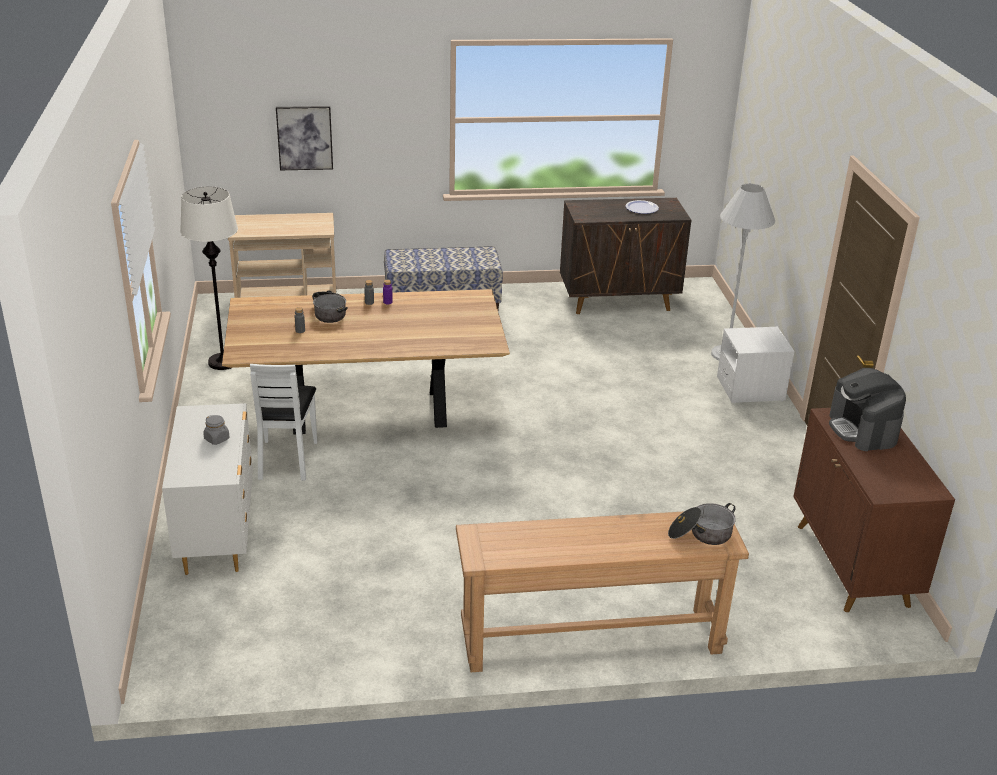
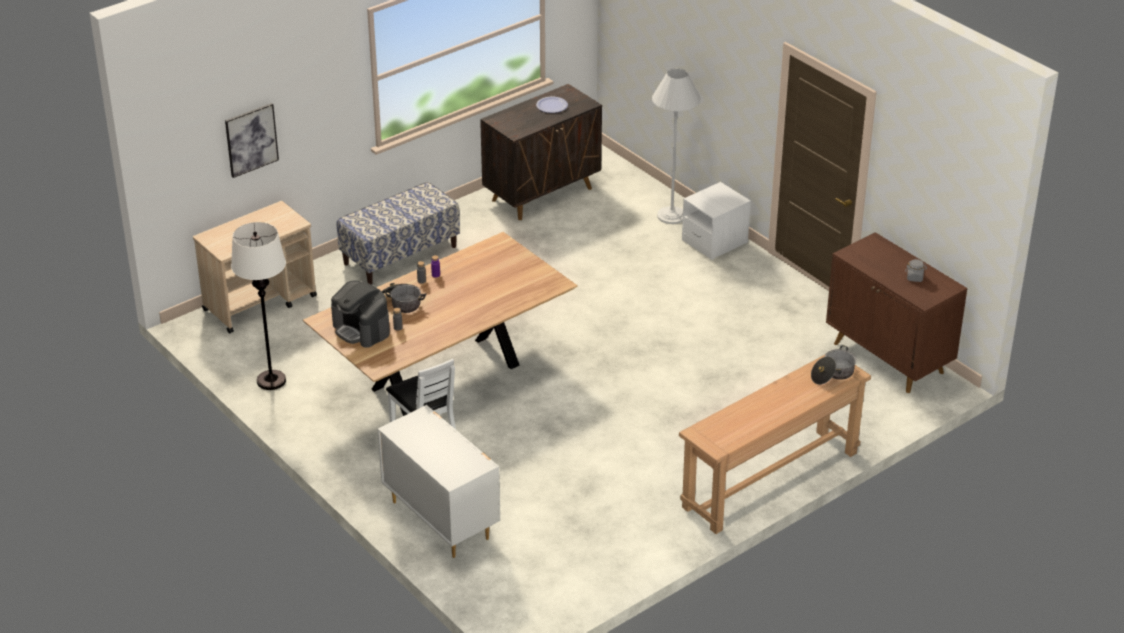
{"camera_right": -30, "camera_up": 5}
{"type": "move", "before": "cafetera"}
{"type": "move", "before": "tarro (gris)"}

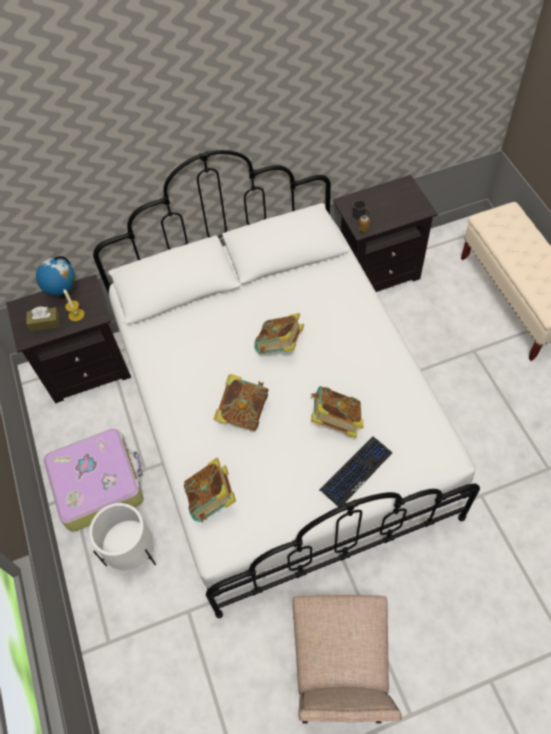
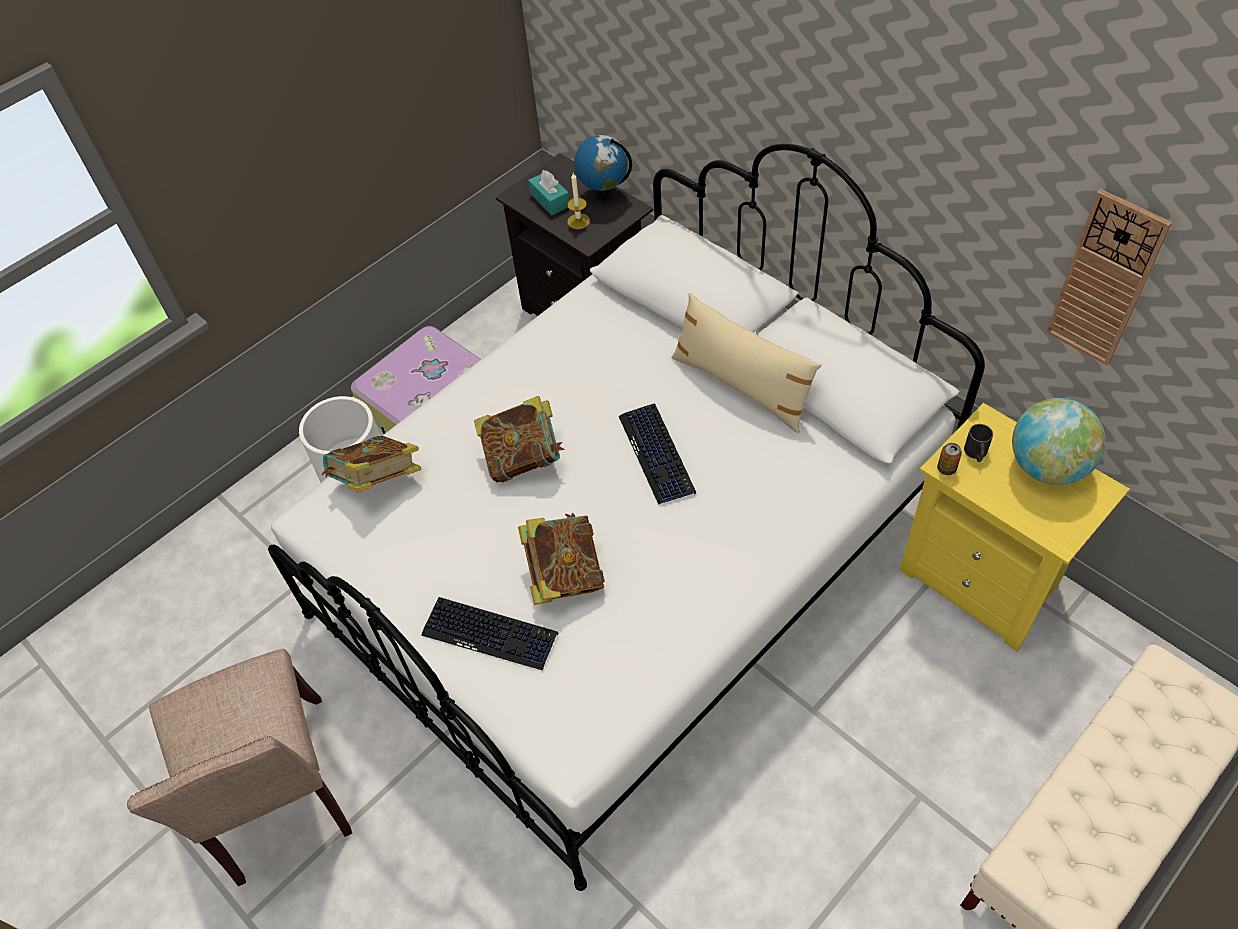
{"camera_right": 65, "camera_up": -5}
{"type": "rotate", "before": "silla (beis)", "turn": -90}
{"type": "recolor", "before": "caja de pañuelos (marrón)", "after": "caja de pañuelos (turquesa)"}
{"type": "replace", "before": "libro (3rd from left)", "after": "teclado (2nd from left)"}
{"type": "insert", "after": "cojín (beis)"}
{"type": "recolor", "before": "mesita de noche (negro) (2nd from left)", "after": "mesita de noche (amarillo)"}
{"type": "insert", "after": "globo terráqueo (2nd from left)"}
{"type": "insert", "after": "reloj de pared"}

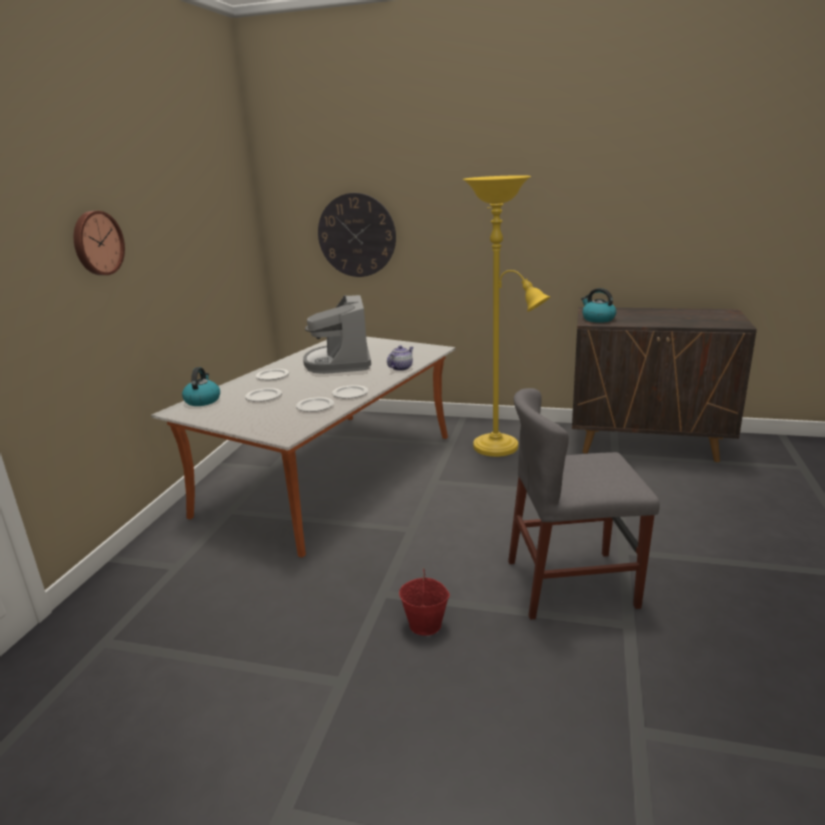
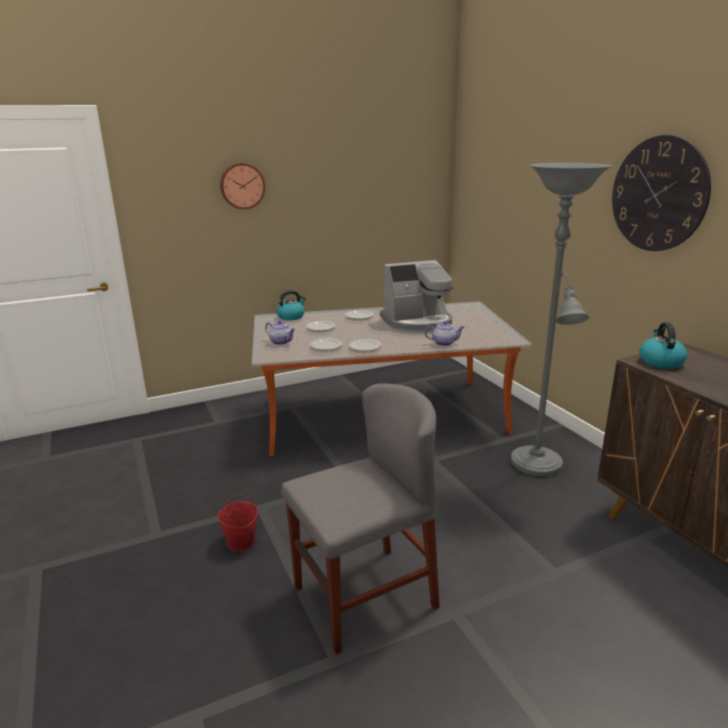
{"camera_right": 50, "camera_up": 0}
{"type": "insert", "after": "tetera (1st from left)"}
{"type": "rotate", "before": "silla (gris)", "turn": 105}
{"type": "rotate", "before": "cafetera", "turn": -150}
{"type": "recolor", "before": "lámpara de pie (amarillo)", "after": "lámpara de pie (gris)"}
{"type": "move", "before": "reloj de pared (2nd from left)"}

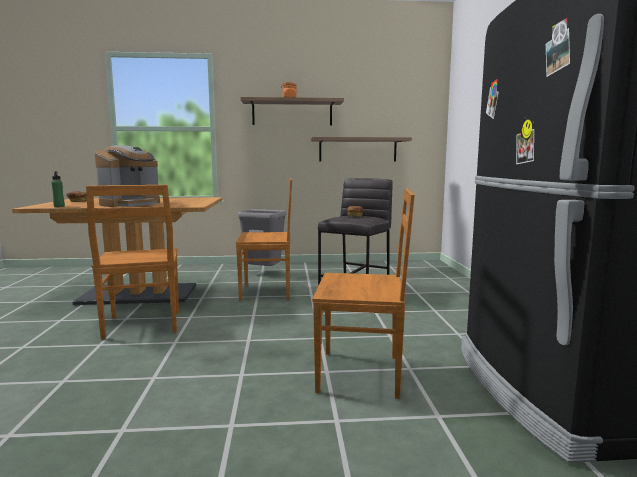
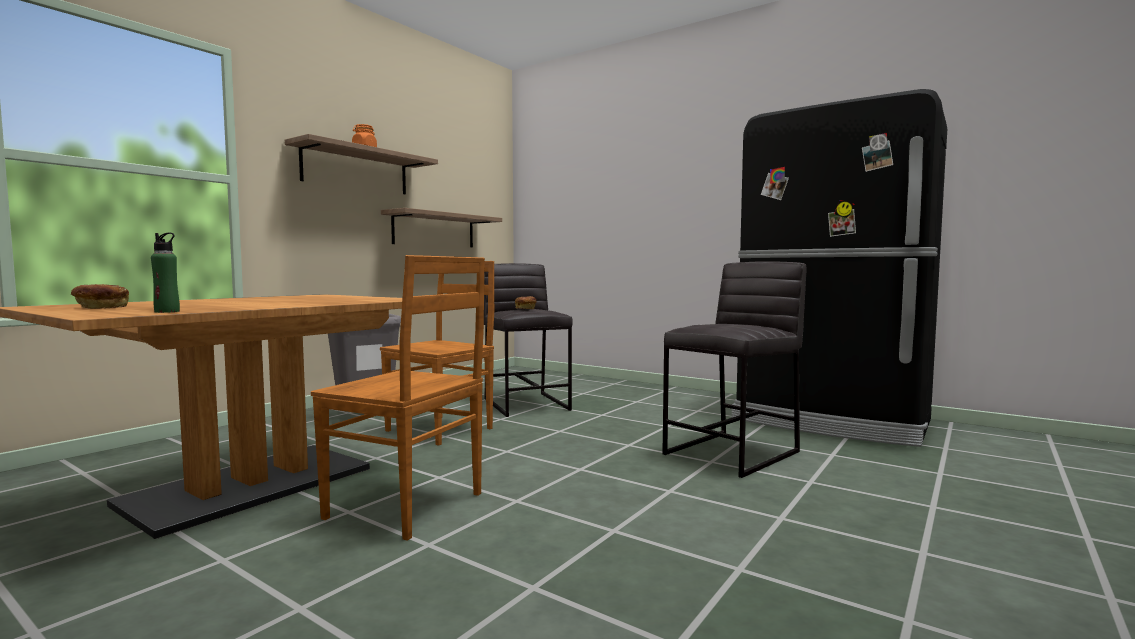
{"camera_right": -50, "camera_up": -5}
{"type": "replace", "before": "silla (marrón) (3rd from left)", "after": "taburete (gris) (2nd from left)"}
{"type": "delete", "before": "cafetera"}

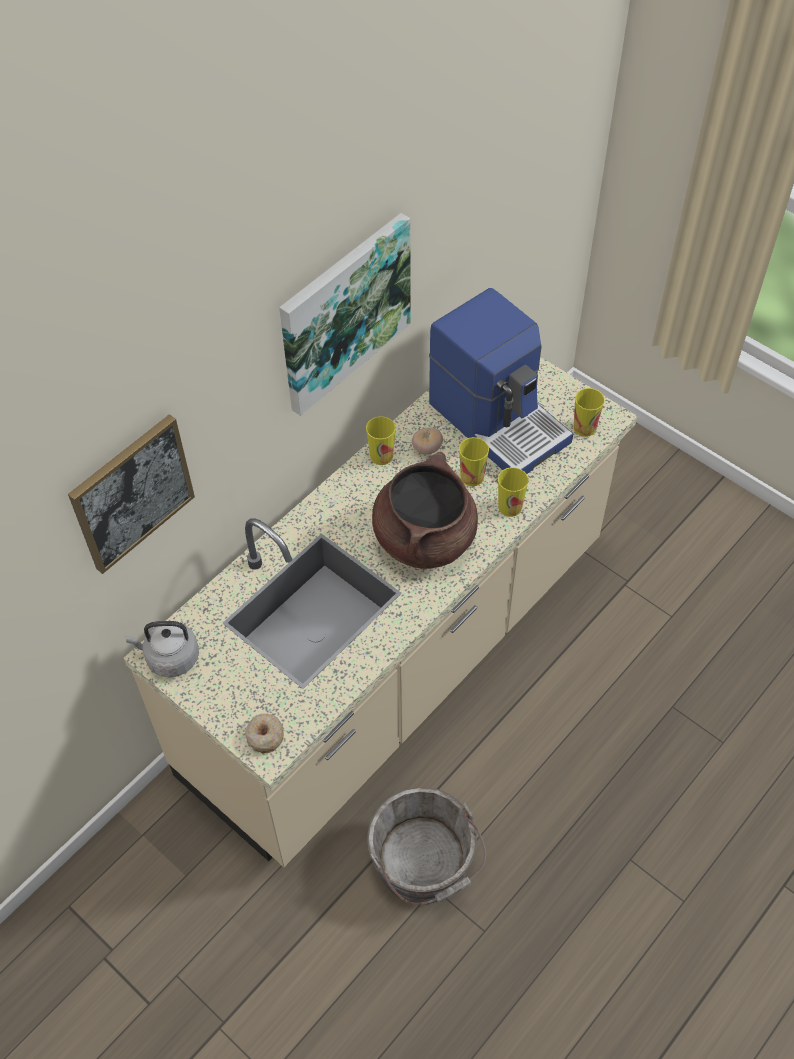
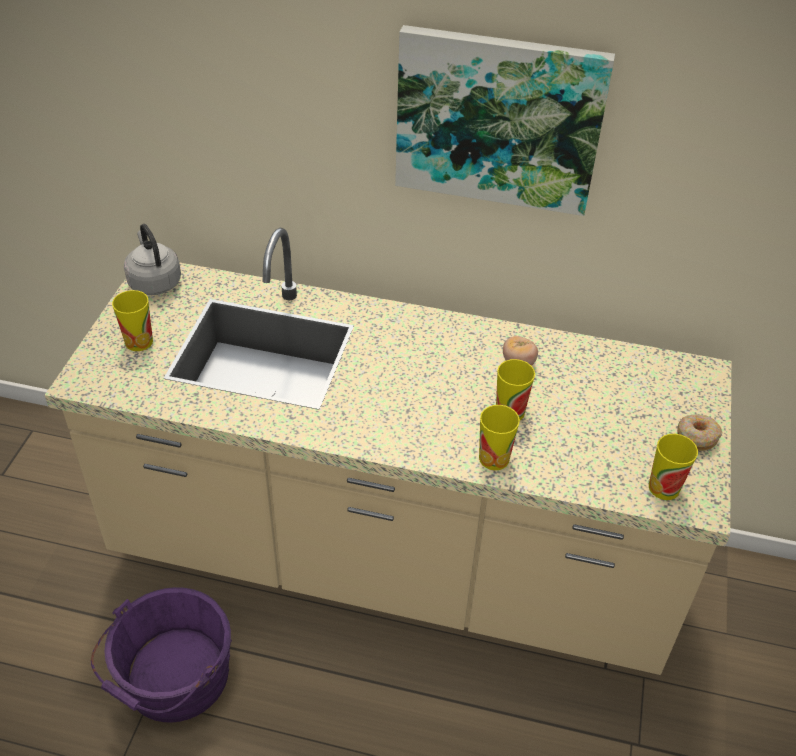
{"camera_right": 60, "camera_up": -10}
{"type": "recolor", "before": "cubo (gris)", "after": "cubo (morado)"}
{"type": "move", "before": "taza (1st from left)"}
{"type": "move", "before": "rosquilla"}
{"type": "delete", "before": "cuadro (1st from left)"}
{"type": "delete", "before": "olla (marrón)"}
{"type": "delete", "before": "cafetera"}

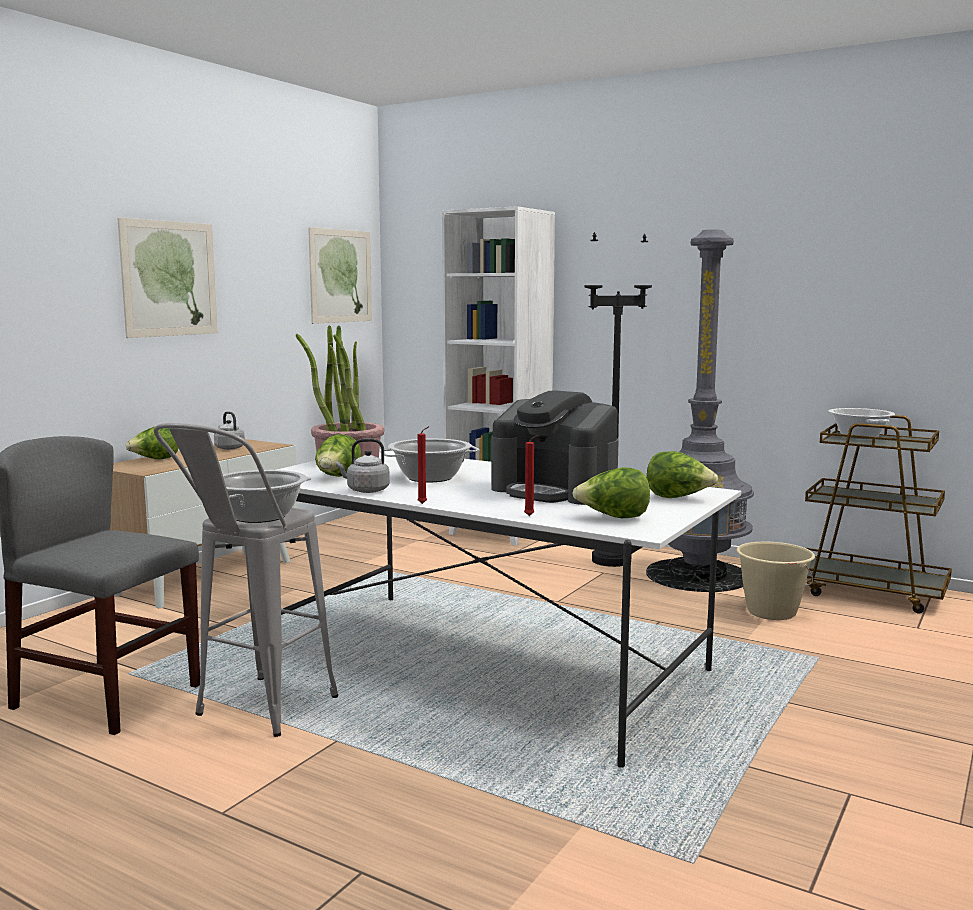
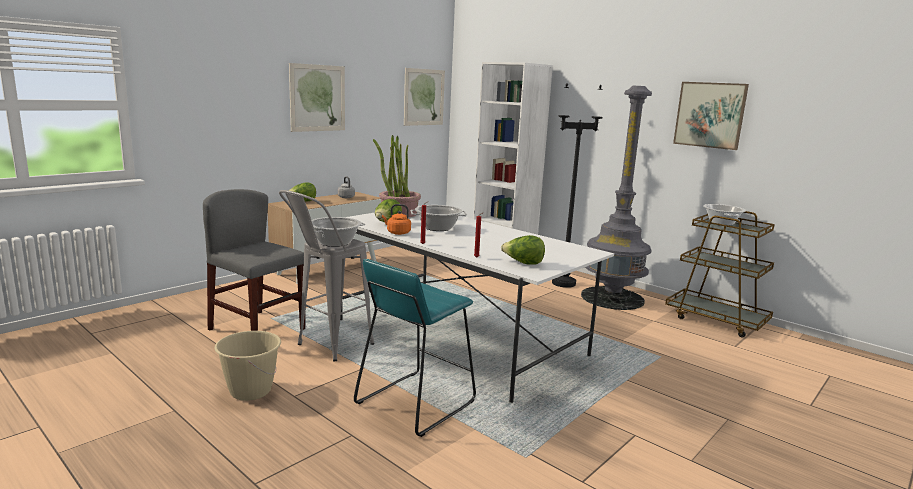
{"camera_right": 10, "camera_up": 5}
{"type": "move", "before": "cubo (beis)"}
{"type": "insert", "after": "taburete (turquesa)"}
{"type": "recolor", "before": "hervidor (gris) (2nd from left)", "after": "hervidor (naranja)"}
{"type": "insert", "after": "cuadro (3rd from left)"}
{"type": "delete", "before": "cafetera"}
{"type": "delete", "before": "lechuga (4th from left)"}

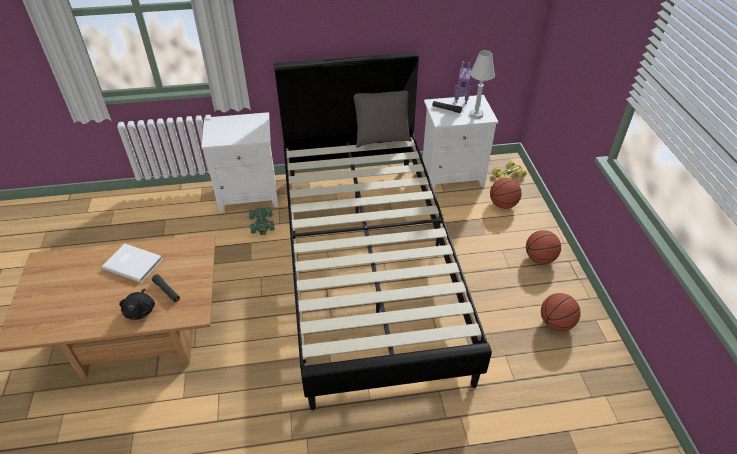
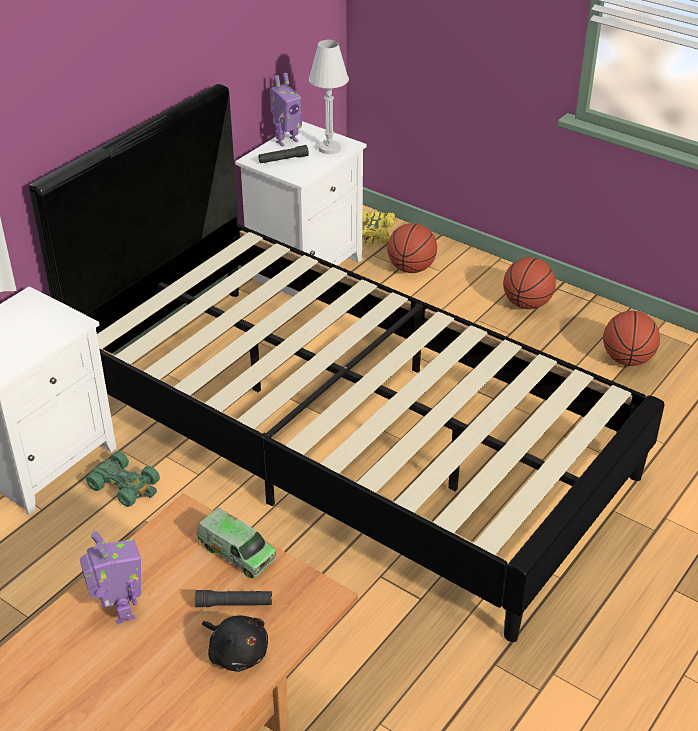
{"camera_right": -45, "camera_up": -5}
{"type": "replace", "before": "libro (blanco)", "after": "robot de juguete (1st from left)"}
{"type": "insert", "after": "camión de juguete"}
{"type": "delete", "before": "cojín (gris)"}

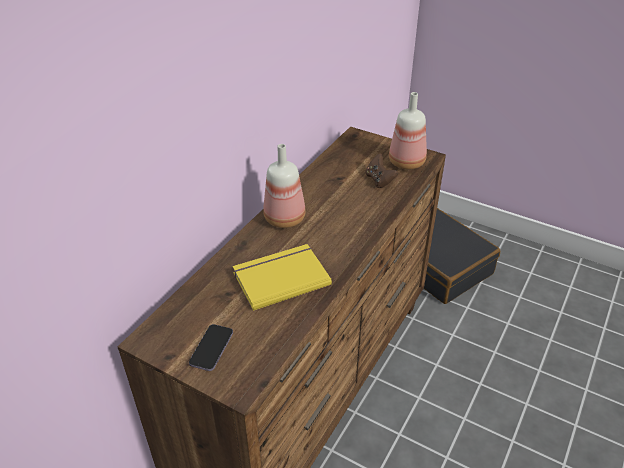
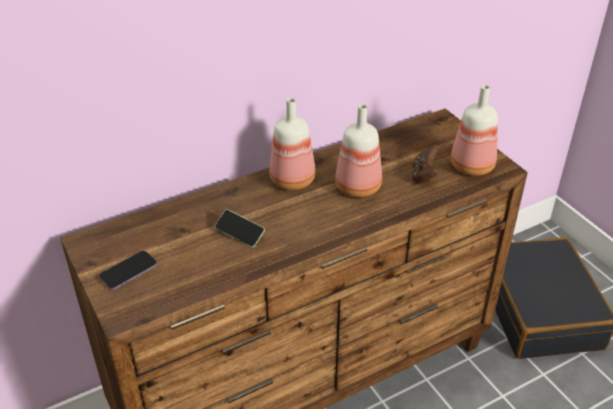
{"camera_right": 30, "camera_up": 0}
{"type": "replace", "before": "libro (amarillo)", "after": "móvil (2nd from left)"}
{"type": "insert", "after": "botella (2nd from left)"}

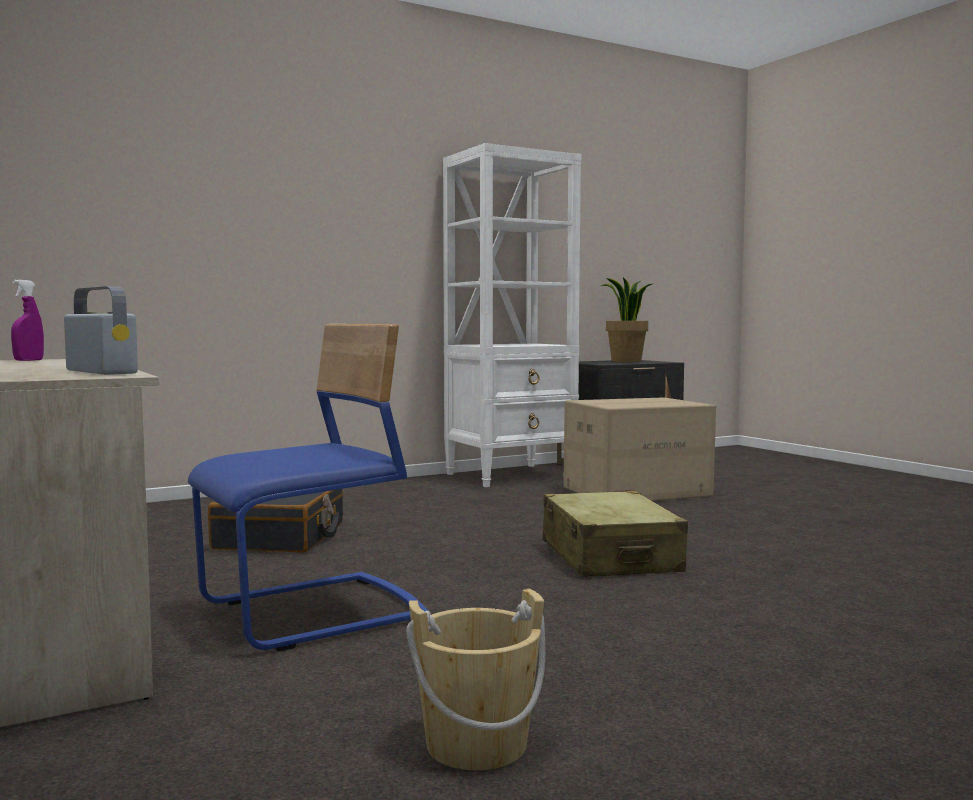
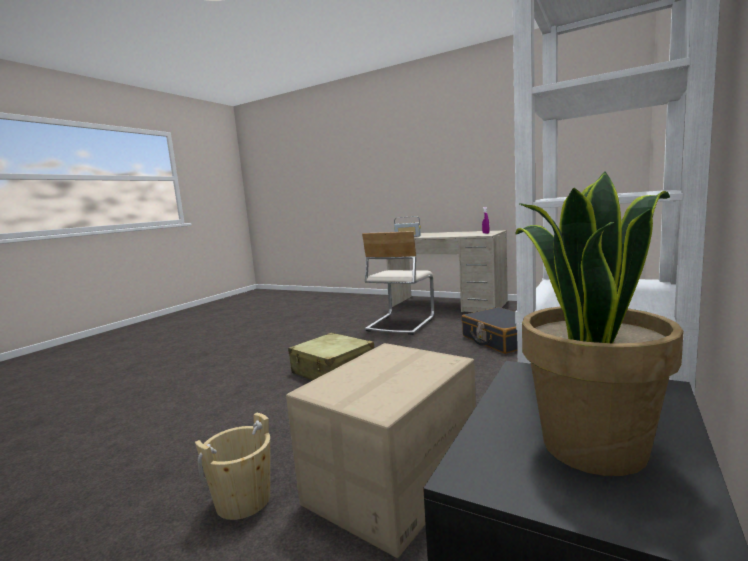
{"camera_right": 150, "camera_up": 5}
{"type": "move", "before": "cubo (beis)"}
{"type": "recolor", "before": "silla (azul)", "after": "silla (beis)"}

